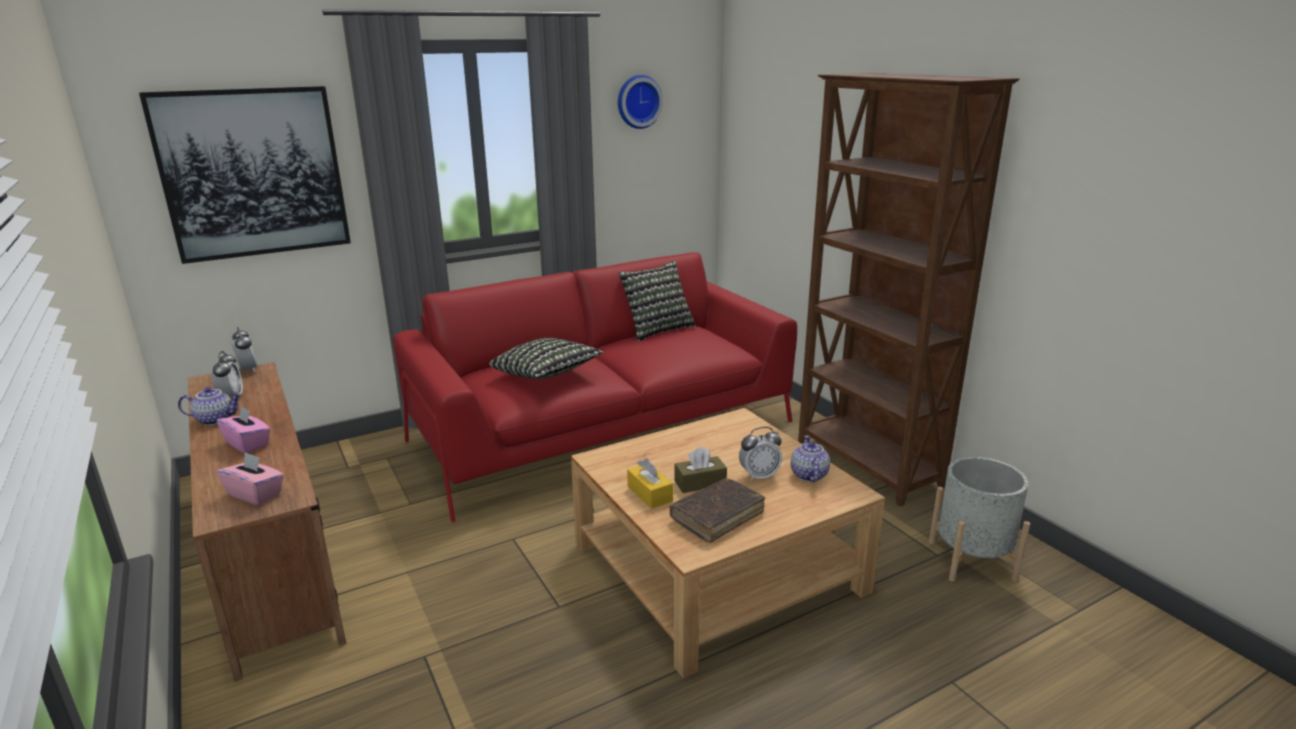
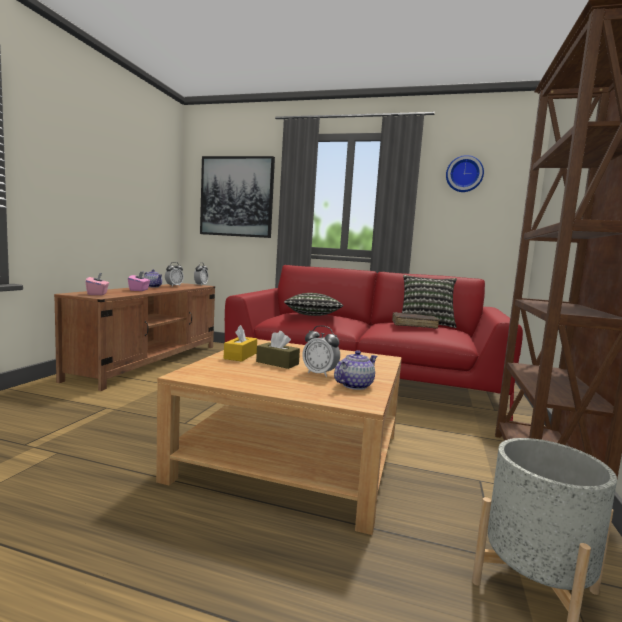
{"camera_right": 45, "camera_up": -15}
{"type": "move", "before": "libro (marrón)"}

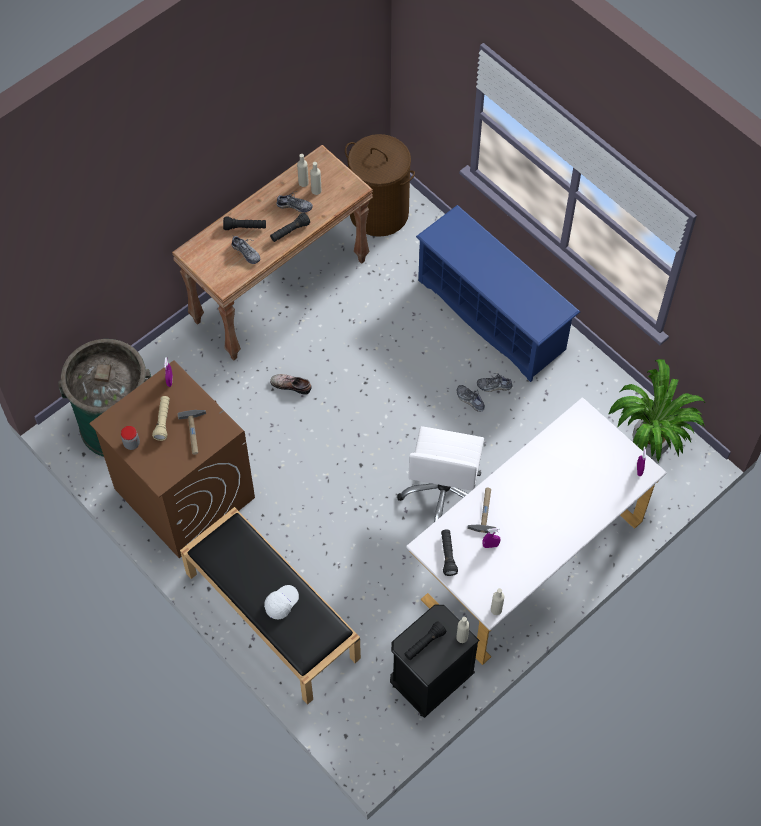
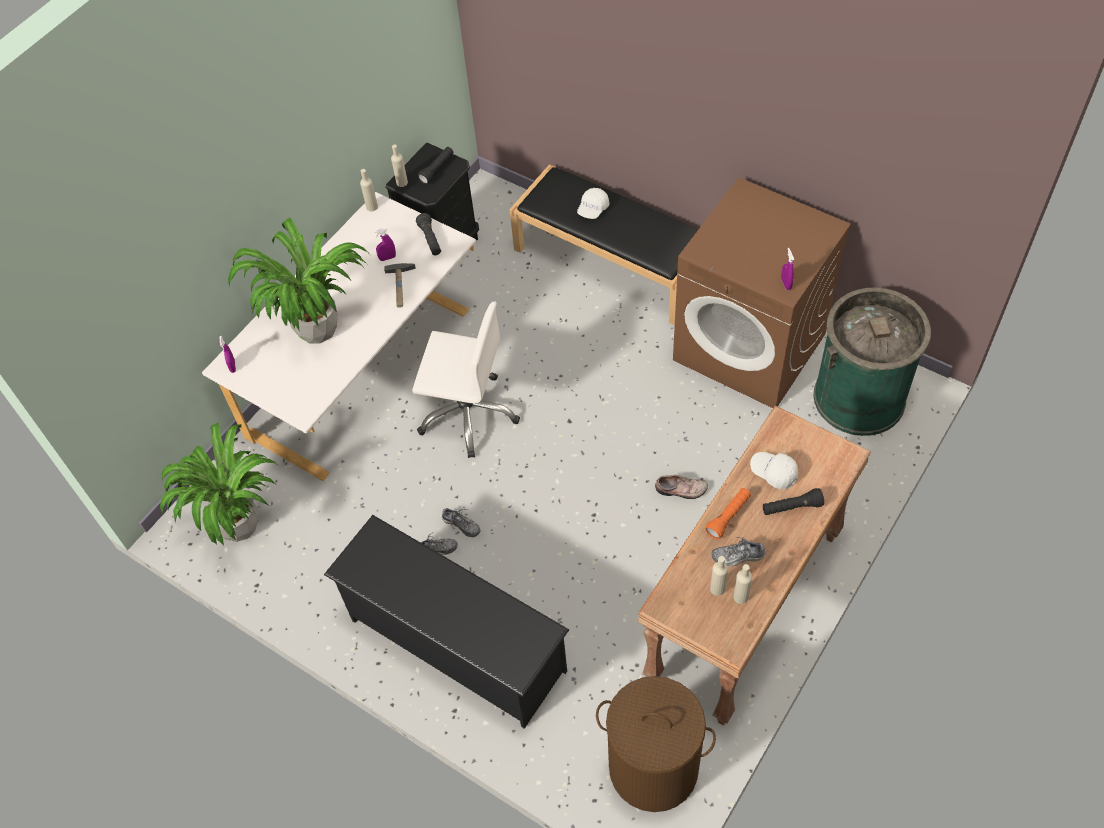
{"camera_right": 170, "camera_up": -5}
{"type": "insert", "after": "planta en maceta (2nd from left)"}
{"type": "recolor", "before": "zapatero (azul)", "after": "zapatero (negro)"}
{"type": "rotate", "before": "silla de oficina (blanco)", "turn": 105}
{"type": "recolor", "before": "linterna (negro) (2nd from left)", "after": "linterna (naranja)"}
{"type": "replace", "before": "zapato (1st from left)", "after": "gorra (blanco) (2nd from left)"}
{"type": "delete", "before": "tarro"}
{"type": "delete", "before": "linterna (beis)"}
{"type": "delete", "before": "martillo (1st from left)"}

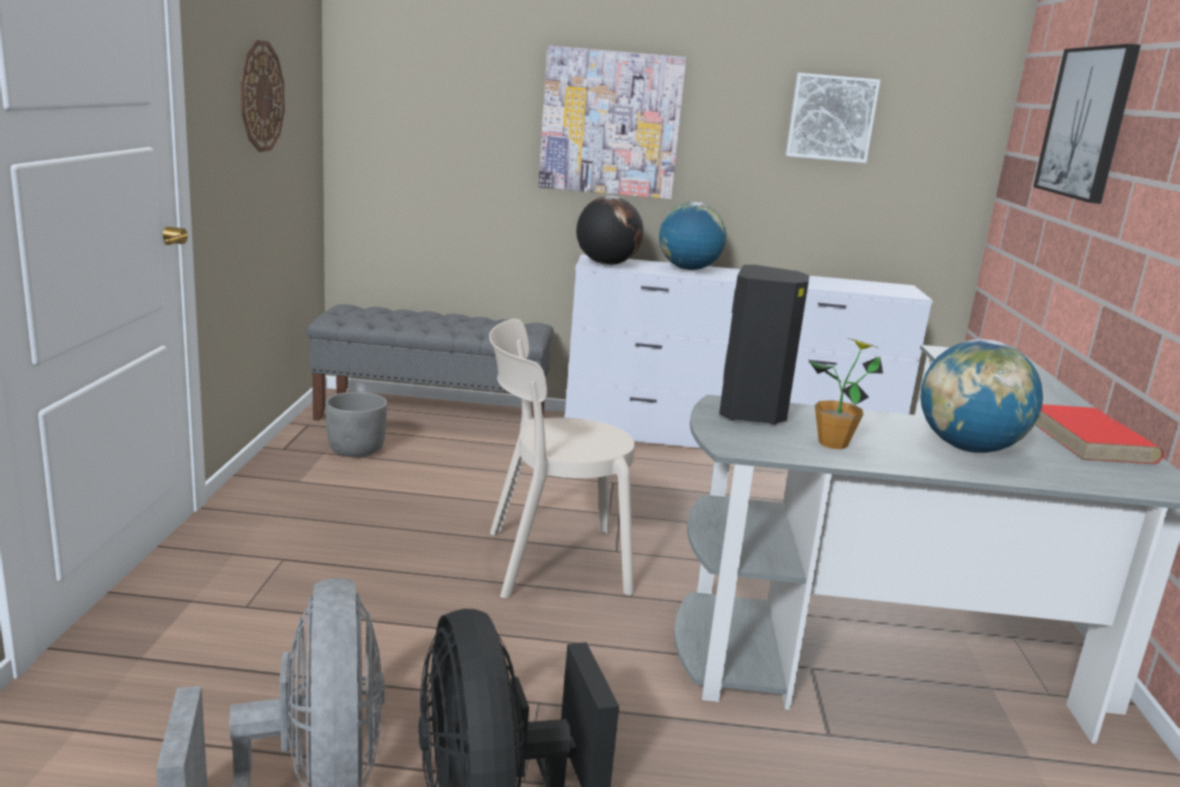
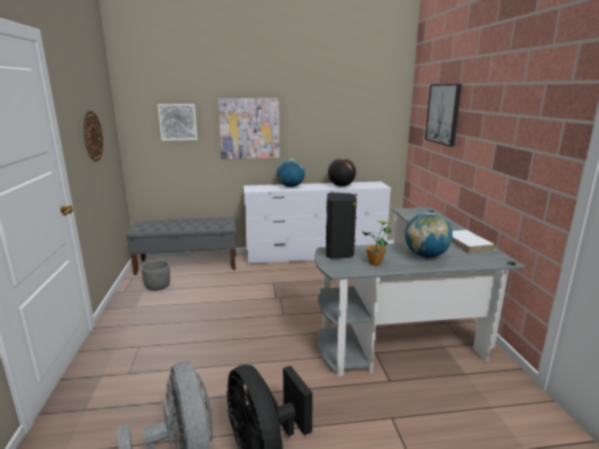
{"camera_right": -10, "camera_up": 0}
{"type": "move", "before": "cuadro (2nd from left in the first image)", "after": "cuadro (1st from left)"}
{"type": "move", "before": "globo terráqueo (1st from left in the first image)", "after": "globo terráqueo (2nd from left)"}
{"type": "recolor", "before": "libro (rojo)", "after": "libro (blanco)"}
{"type": "delete", "before": "silla (beis)"}

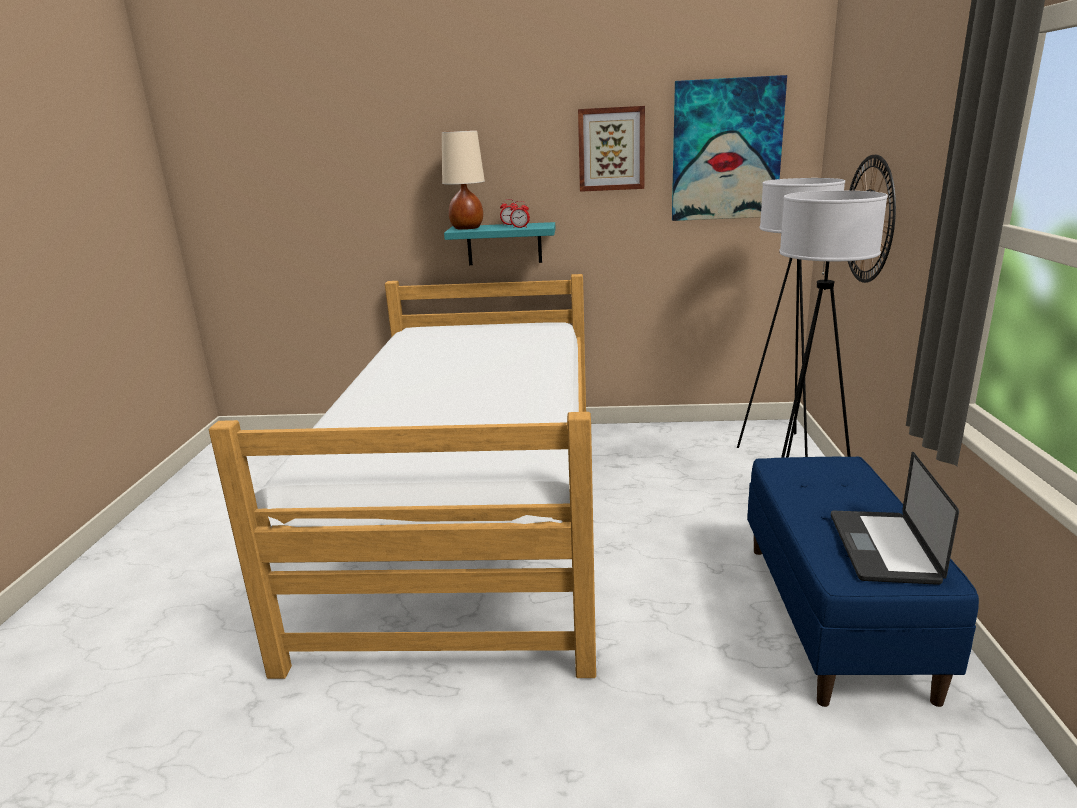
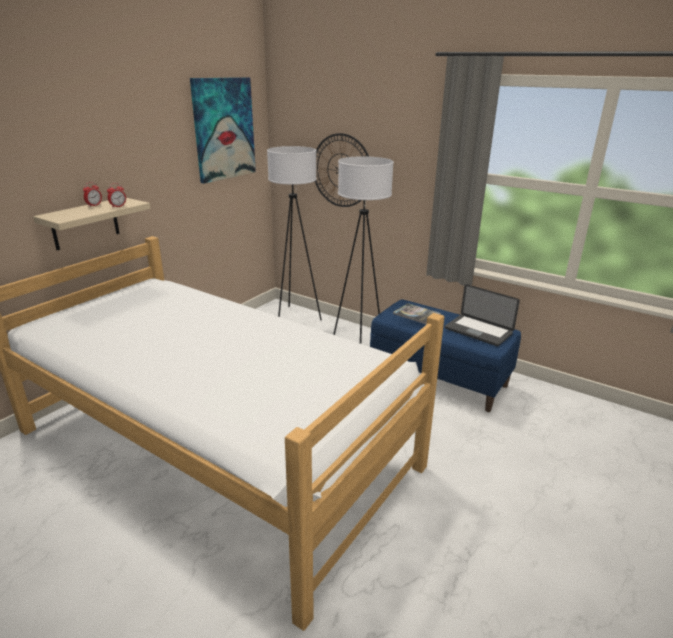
{"camera_right": -60, "camera_up": 5}
{"type": "recolor", "before": "estante (turquesa)", "after": "estante (beis)"}
{"type": "insert", "after": "libro"}
{"type": "delete", "before": "lámpara de mesa (beis)"}
{"type": "delete", "before": "cuadro (1st from left)"}

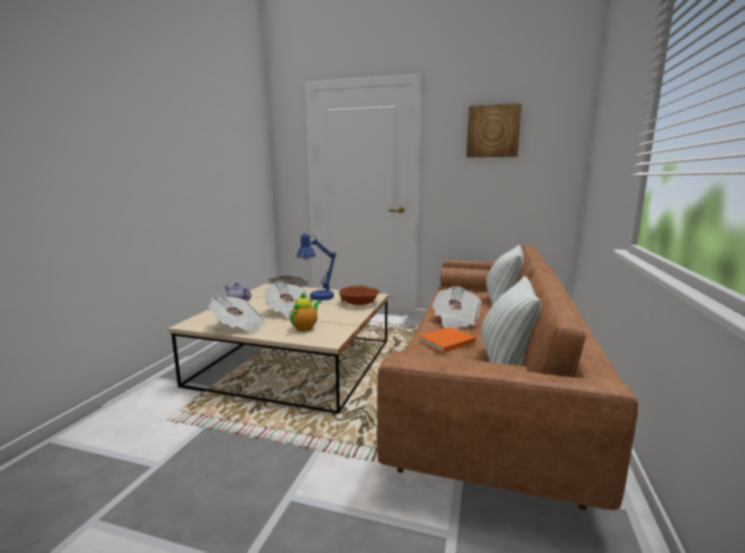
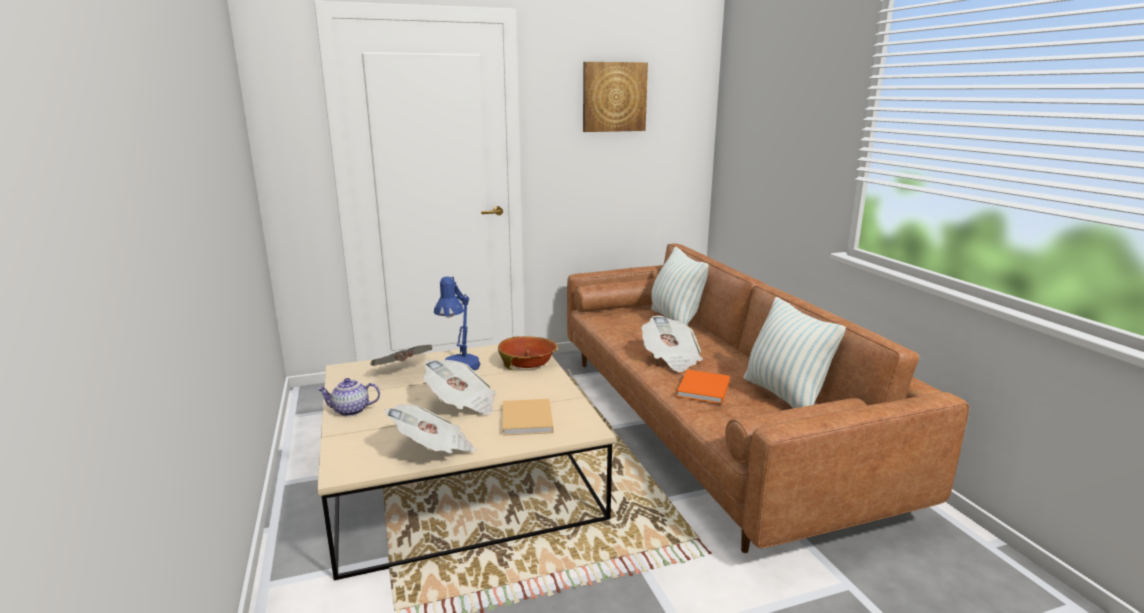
{"camera_right": -35, "camera_up": 5}
{"type": "replace", "before": "tetera (2nd from left)", "after": "libro (beis)"}

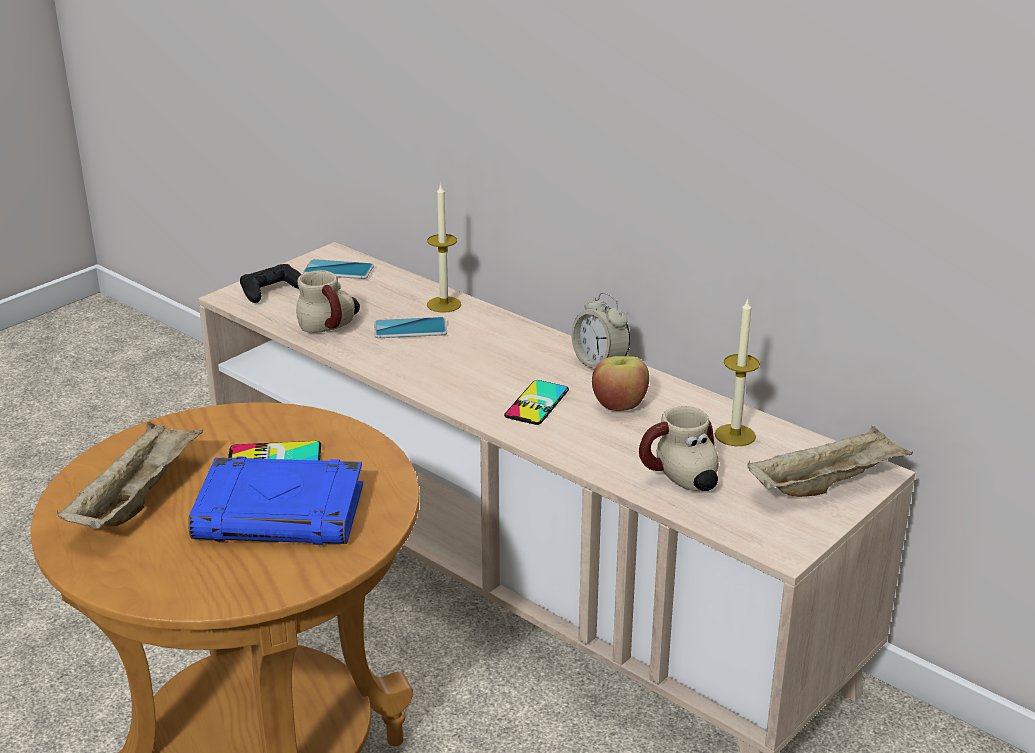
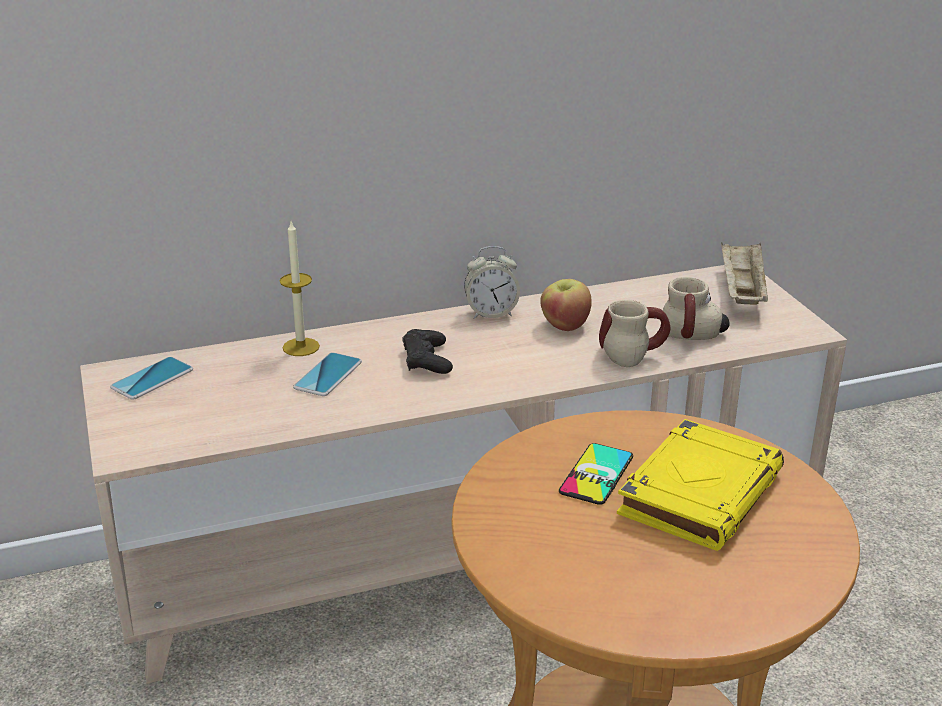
{"camera_right": -60, "camera_up": 0}
{"type": "move", "before": "mando de consola (negro)"}
{"type": "move", "before": "taza grande (1st from left)"}
{"type": "recolor", "before": "libro (azul)", "after": "libro (amarillo)"}
{"type": "delete", "before": "bandeja (beis) (1st from left)"}
{"type": "delete", "before": "móvil (4th from left)"}
{"type": "delete", "before": "vela (2nd from left)"}

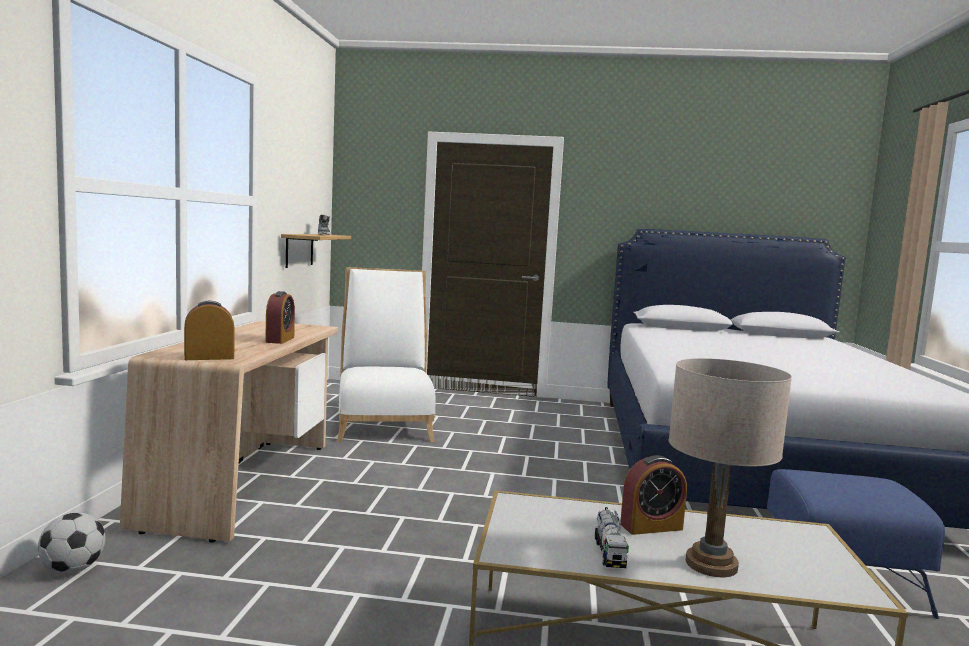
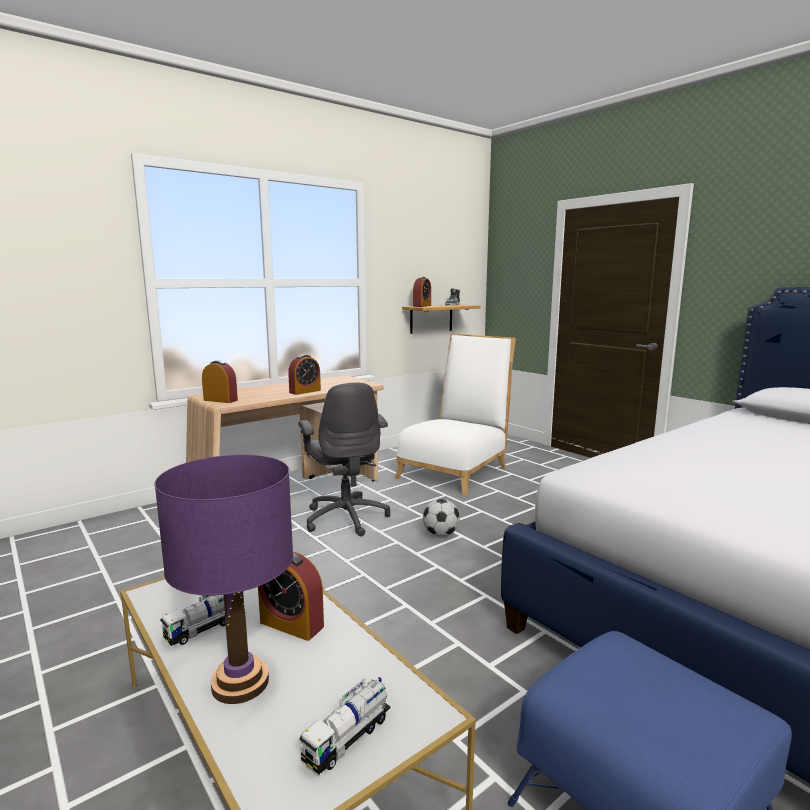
{"camera_right": 45, "camera_up": 5}
{"type": "recolor", "before": "lámpara de mesa (beis)", "after": "lámpara de mesa (morado)"}
{"type": "insert", "after": "silla de oficina (gris)"}
{"type": "insert", "after": "camión de juguete (2nd from left)"}
{"type": "insert", "after": "despertador (4th from left)"}
{"type": "move", "before": "balón de fútbol"}

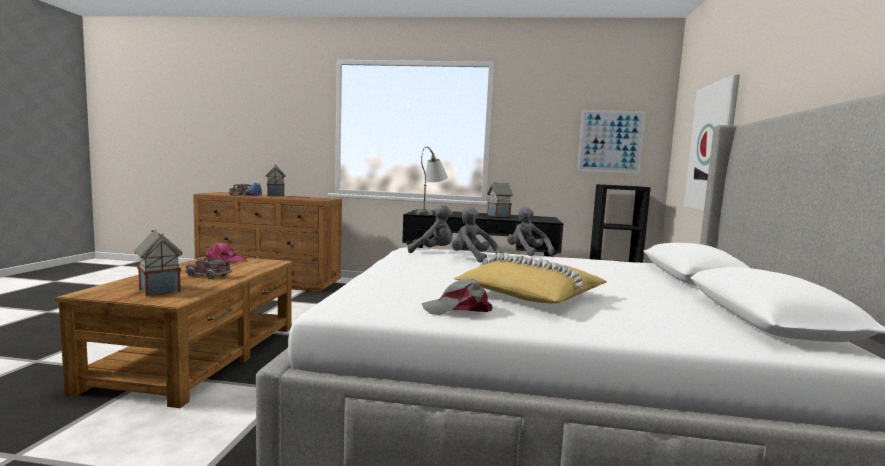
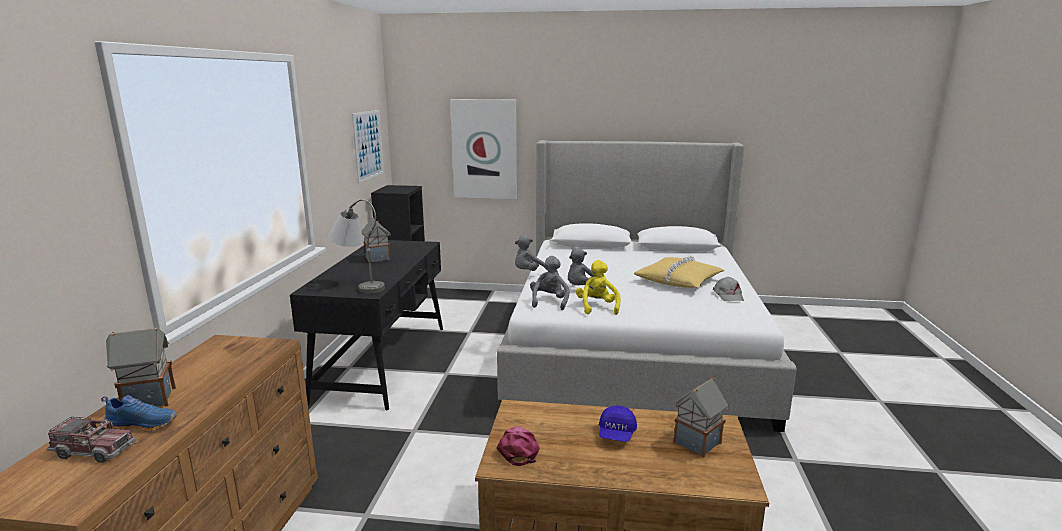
{"camera_right": -90, "camera_up": 10}
{"type": "insert", "after": "peluche (amarillo)"}
{"type": "replace", "before": "camión de juguete (1st from left)", "after": "gorra (azul)"}

